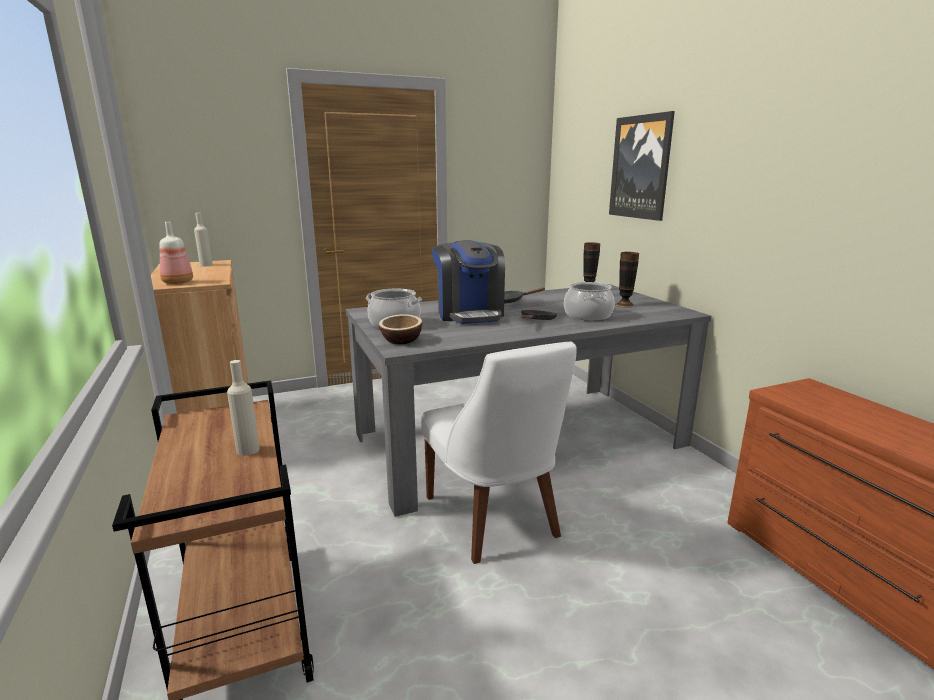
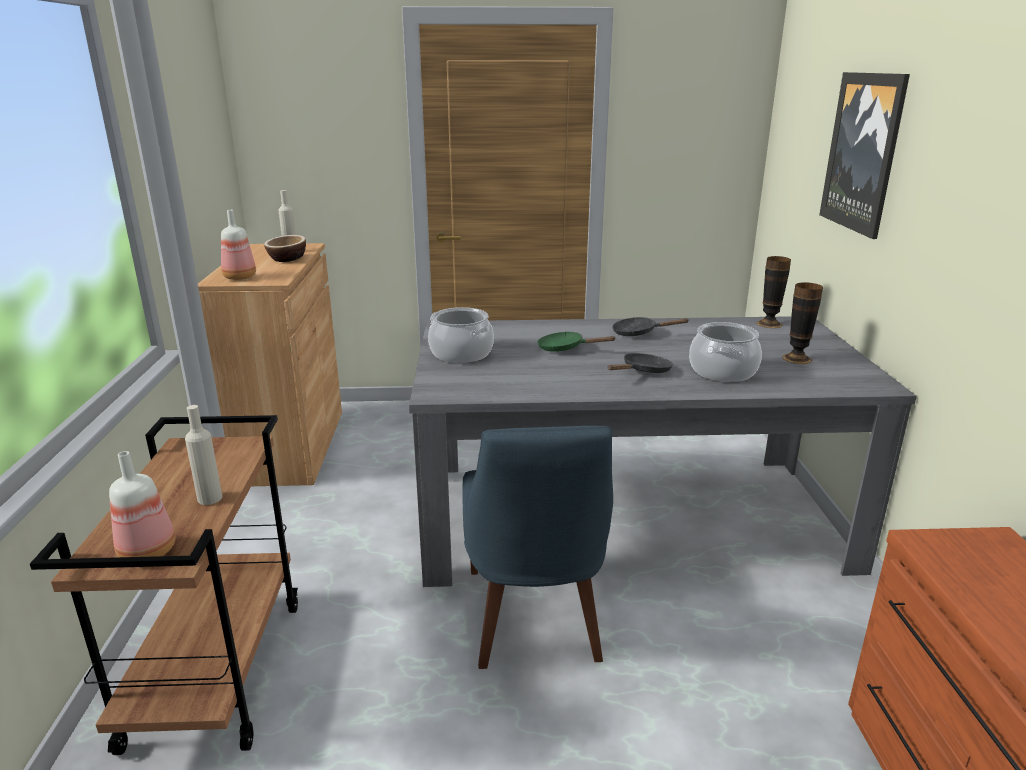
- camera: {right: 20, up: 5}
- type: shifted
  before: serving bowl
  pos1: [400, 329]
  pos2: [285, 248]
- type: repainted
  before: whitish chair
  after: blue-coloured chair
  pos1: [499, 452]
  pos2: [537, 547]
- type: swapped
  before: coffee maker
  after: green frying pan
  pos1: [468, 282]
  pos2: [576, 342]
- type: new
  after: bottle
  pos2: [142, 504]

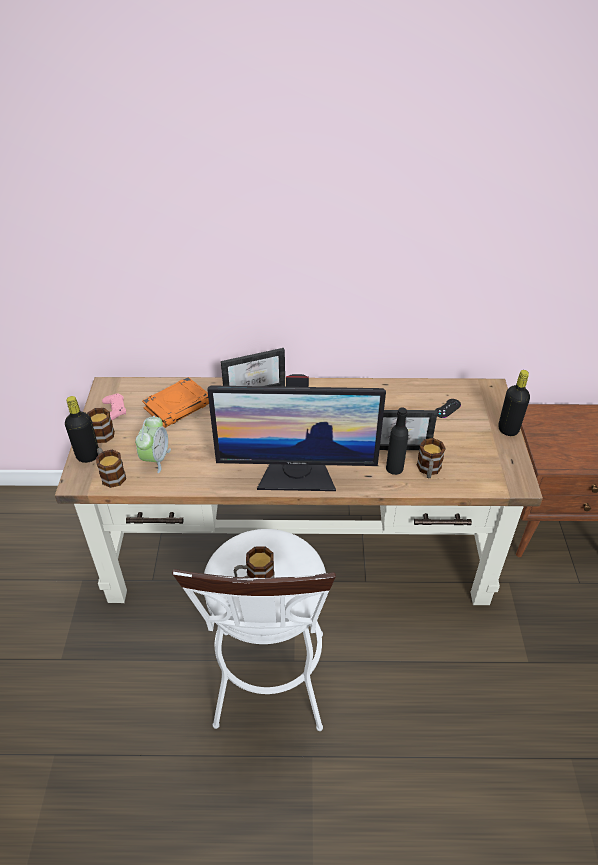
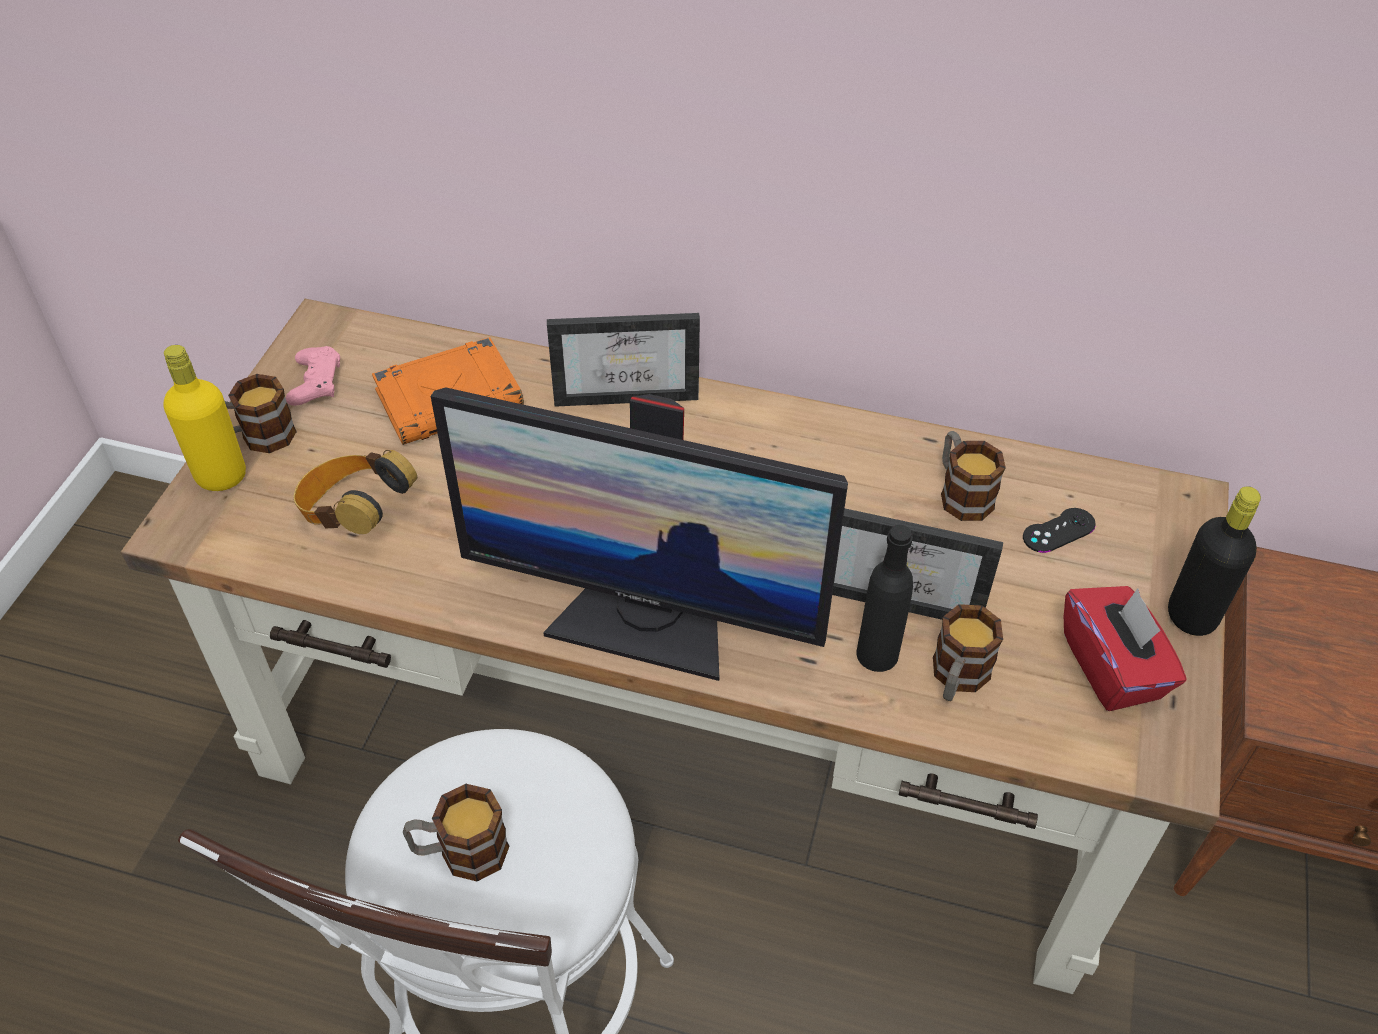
- camera: {right: 15, up: 5}
- type: repainted
  before: blackish bottle
  after: yellow-coloured bottle
  pos1: [82, 429]
  pos2: [205, 418]
- type: shifted
  before: coffee mug
  pos1: [111, 468]
  pos2: [973, 476]
- type: swapped
  before: bedside clock
  after: pair of headphones
  pos1: [153, 444]
  pos2: [355, 492]
- type: new
  after: red-coloured tissue holder
  pos2: [1125, 648]

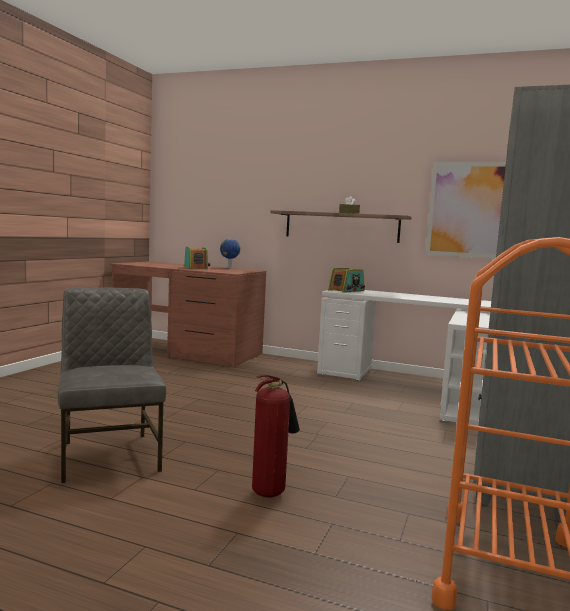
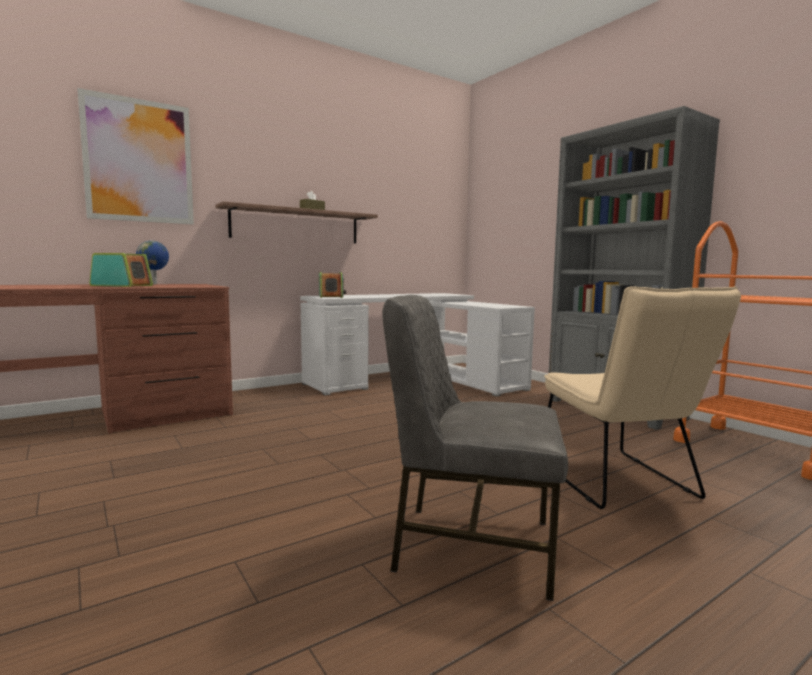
- camera: {right: -55, up: 0}
- type: swapped
  before: extinguisher
  after: beige-coloured chair
  pos1: [276, 436]
  pos2: [642, 397]
- type: shifted
  before: wall art
  pos1: [466, 210]
  pos2: [135, 156]

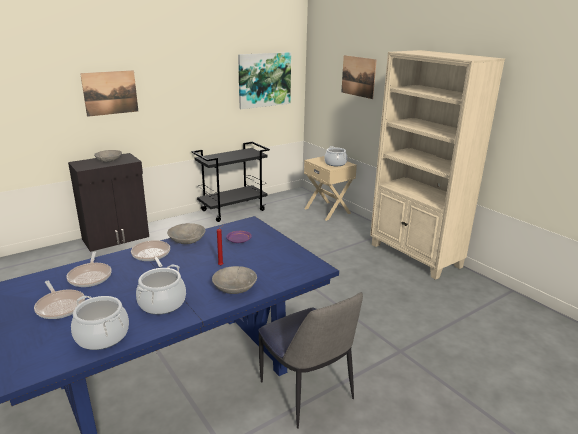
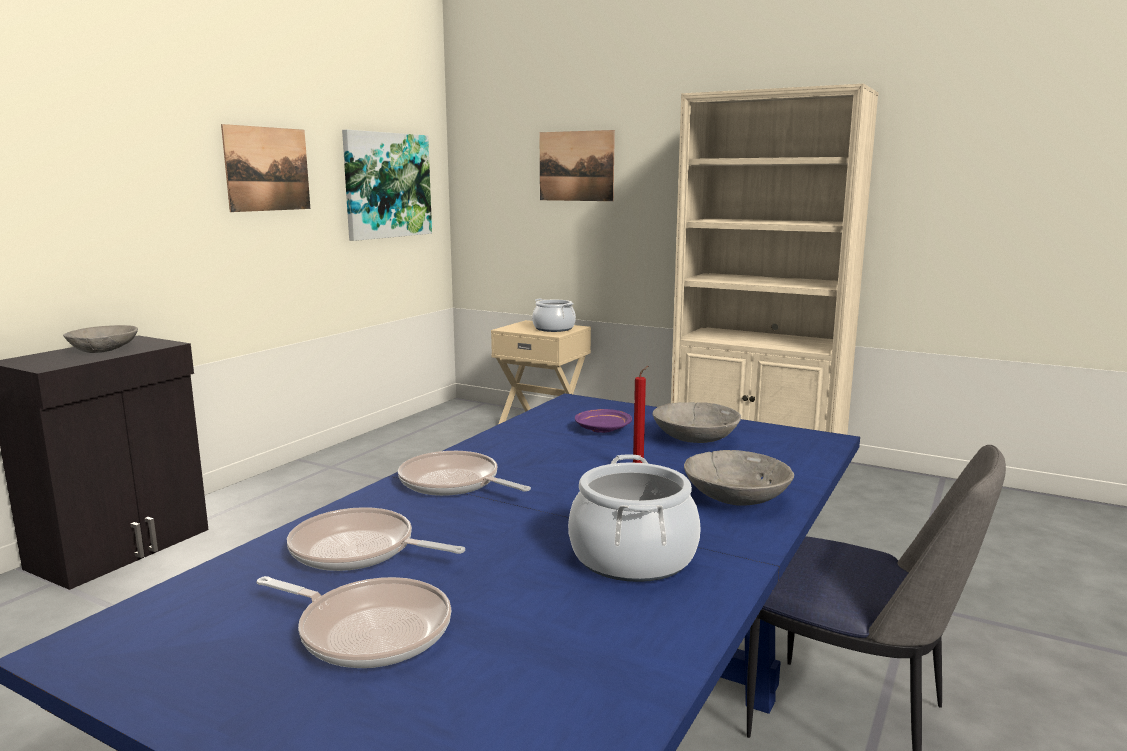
- camera: {right: -25, up: -10}
- type: rotated
  before: frying pan
  pos1: [89, 269]
  pos2: [376, 539]
  turn: 150
- type: gone
  before: cooking pot
  pos1: [100, 323]
- type: shifted
  before: wall art
  pos1: [109, 93]
  pos2: [265, 168]
- type: shifted
  before: greyish serving bowl
  pos1: [186, 233]
  pos2: [696, 422]
- type: gone
  before: blackish cart
  pos1: [231, 182]

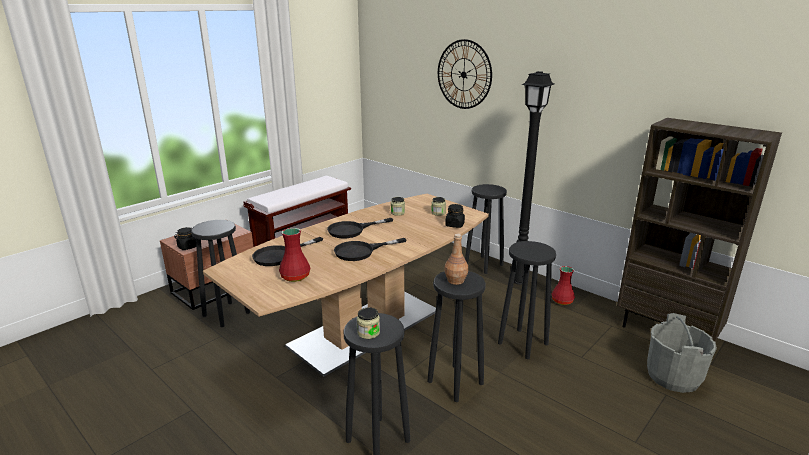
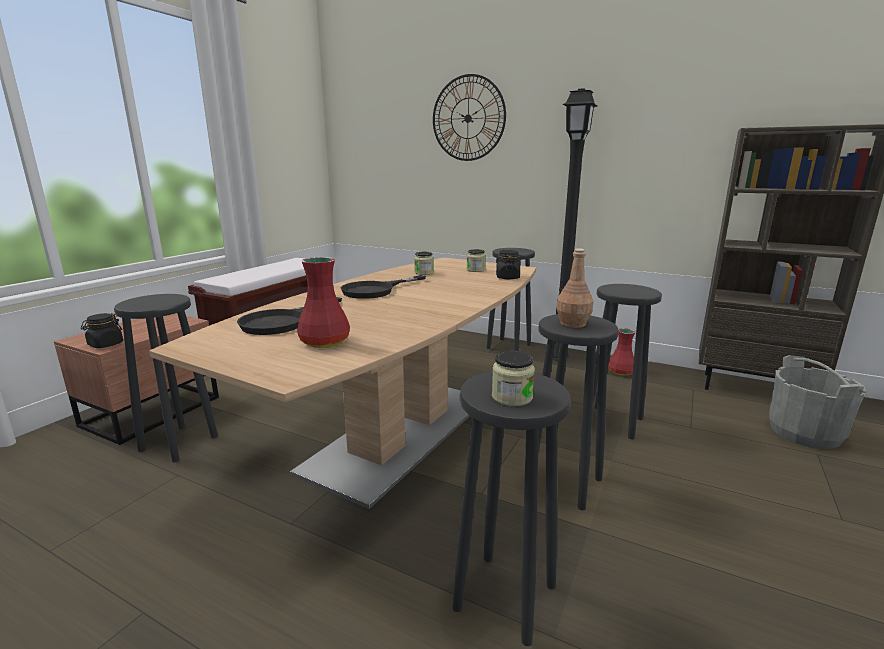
- camera: {right: -15, up: -5}
- type: gone
  before: blackish frying pan
  pos1: [370, 249]

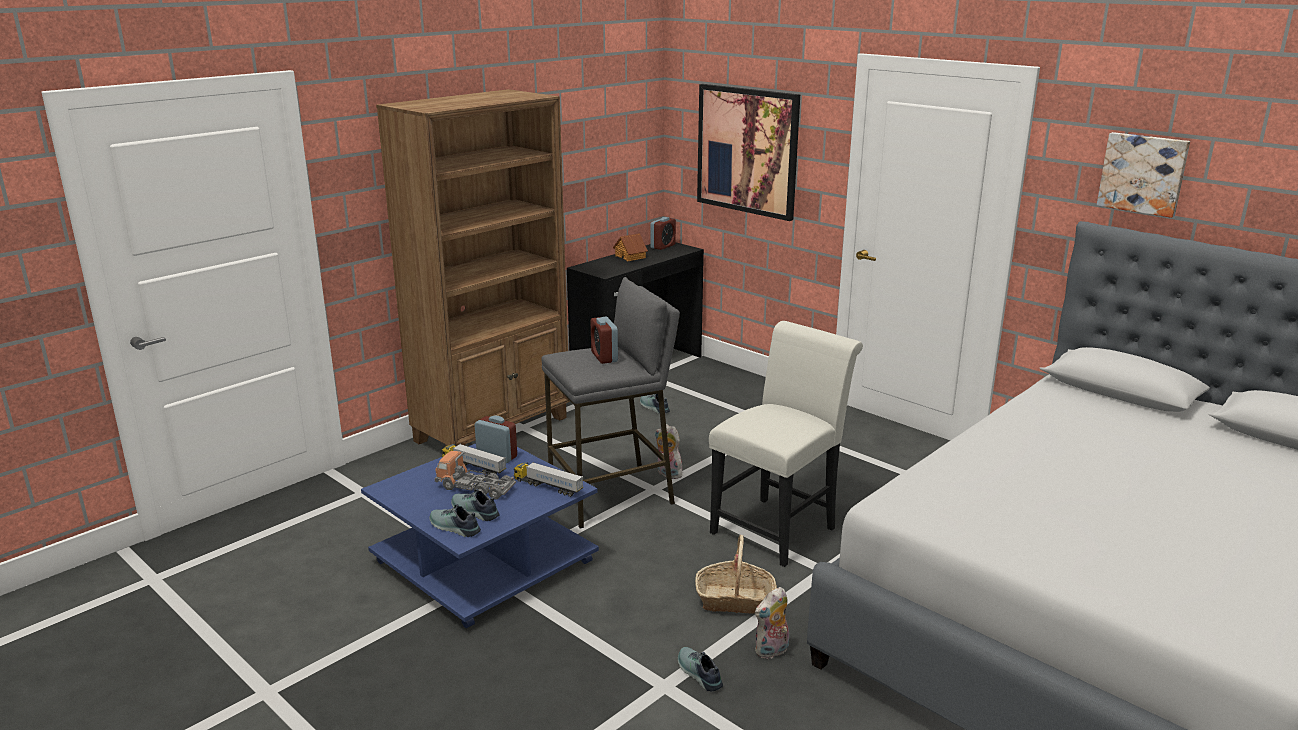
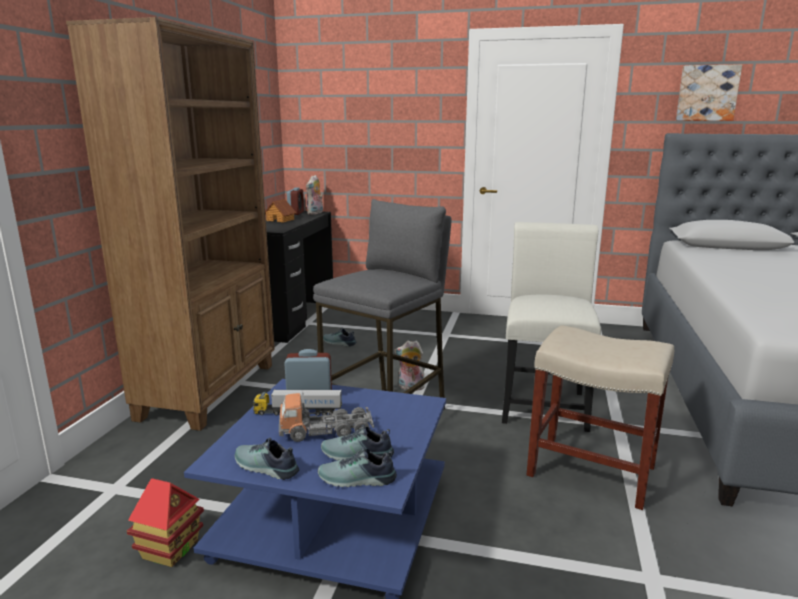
- camera: {right: -30, up: -5}
- type: gone
  before: toy lorry
  pos1: [548, 479]
- type: gone
  before: bedside clock
  pos1: [604, 340]
- type: shifted
  before: shoe
  pos1: [700, 669]
  pos2: [267, 459]
- type: swapped
  before: household basket
  after: beige-coloured stool seat
  pos1: [736, 574]
  pos2: [600, 417]
- type: gone
  before: wall art
  pos1: [748, 152]
- type: shifted
  before: plush toy
  pos1: [772, 623]
  pos2: [314, 195]
- type: new
  after: miniature house
  pos2: [165, 522]

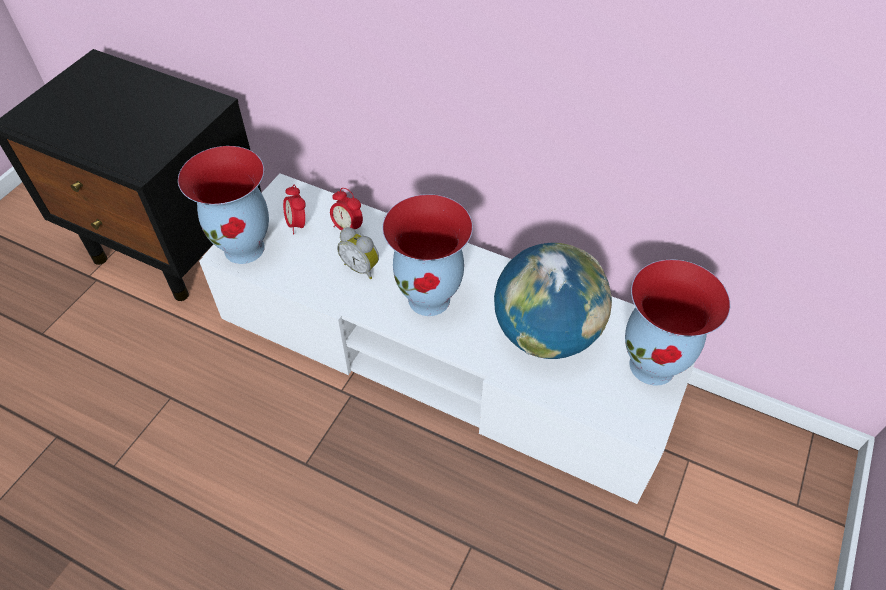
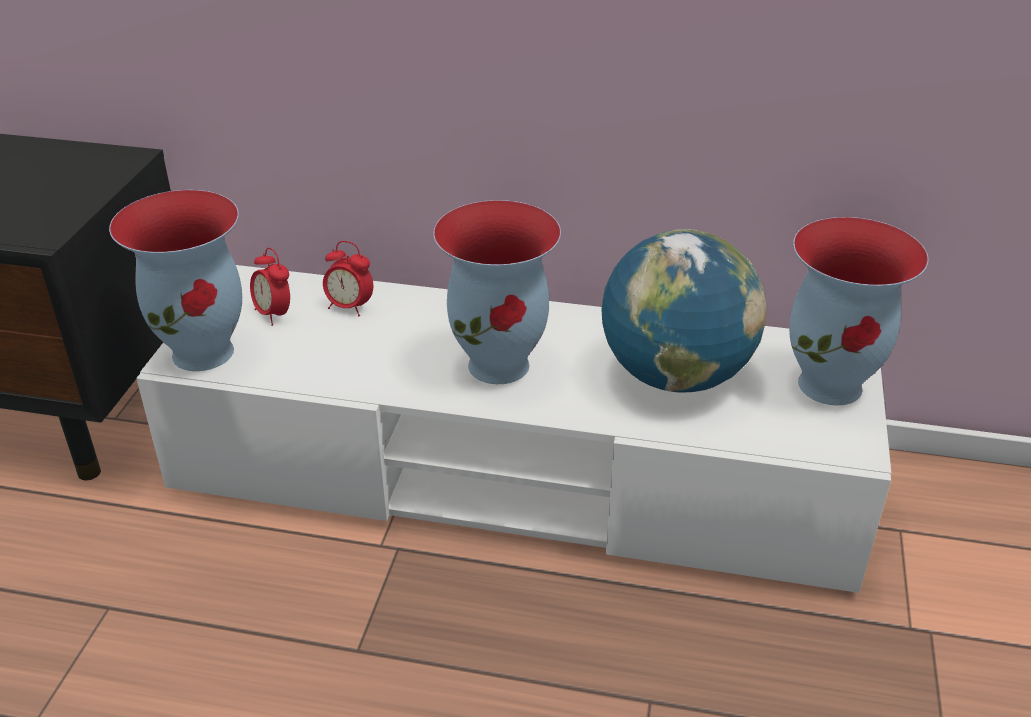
- camera: {right: -15, up: -15}
- type: gone
  before: bedside clock
  pos1: [358, 253]

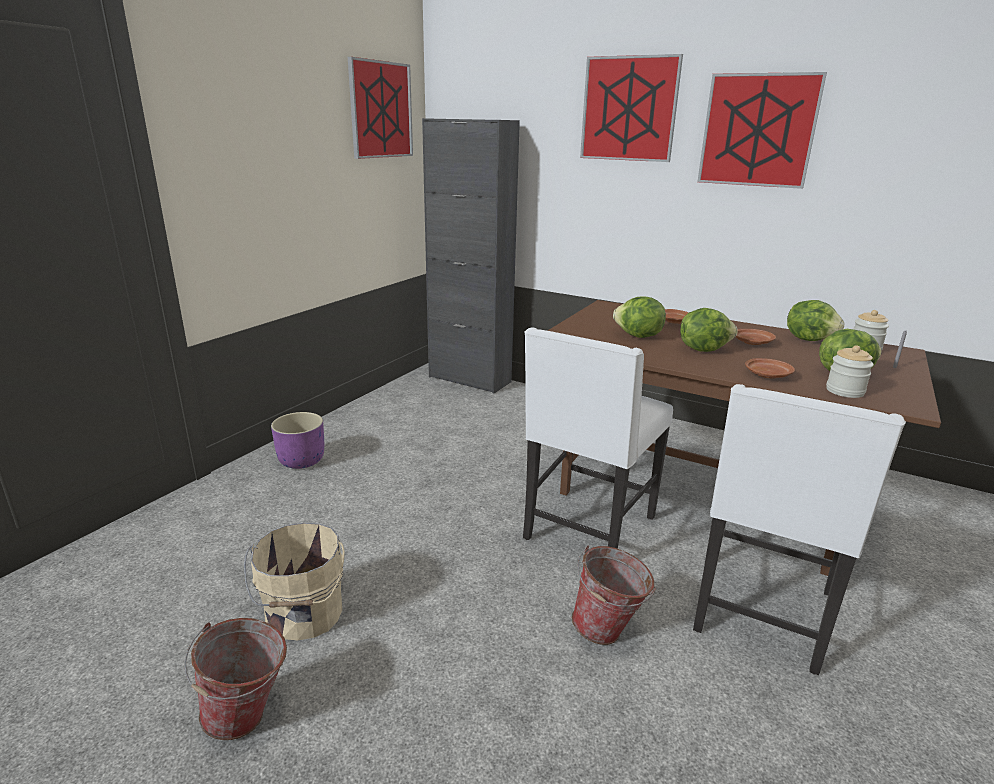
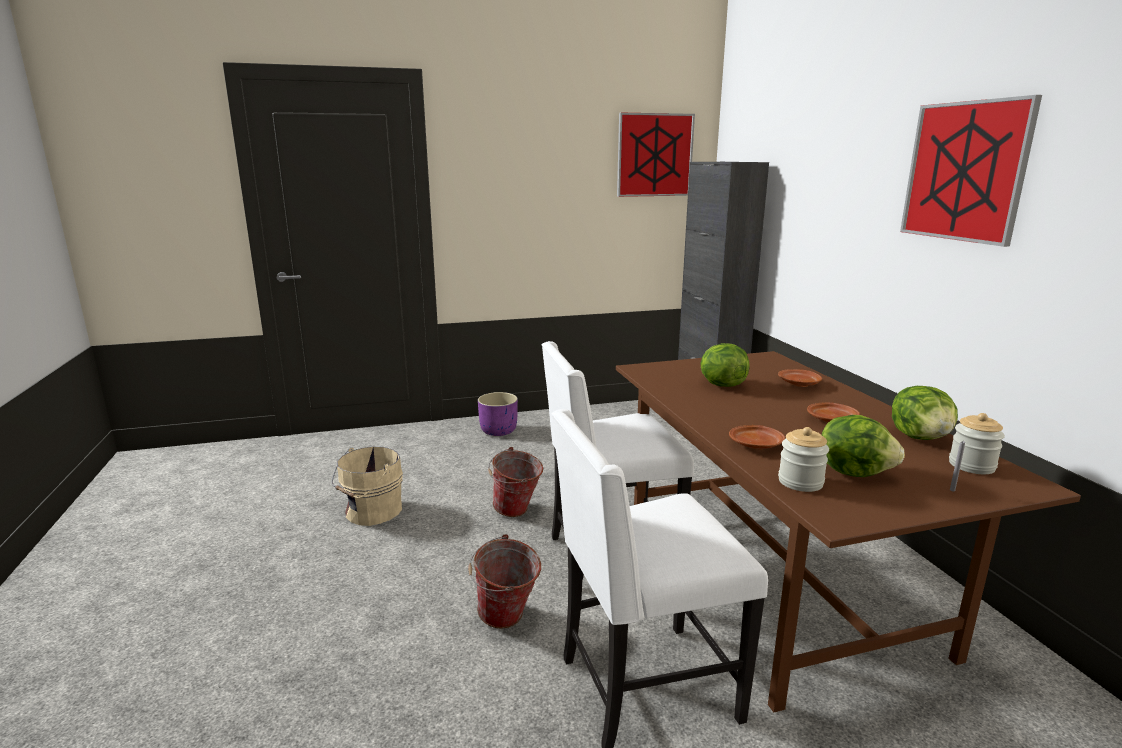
- camera: {right: 45, up: -5}
- type: shifted
  before: bucket
  pos1: [235, 679]
  pos2: [515, 482]
- type: gone
  before: wall art
  pos1: [631, 108]
- type: gone
  before: head of lettuce
  pos1: [709, 330]

